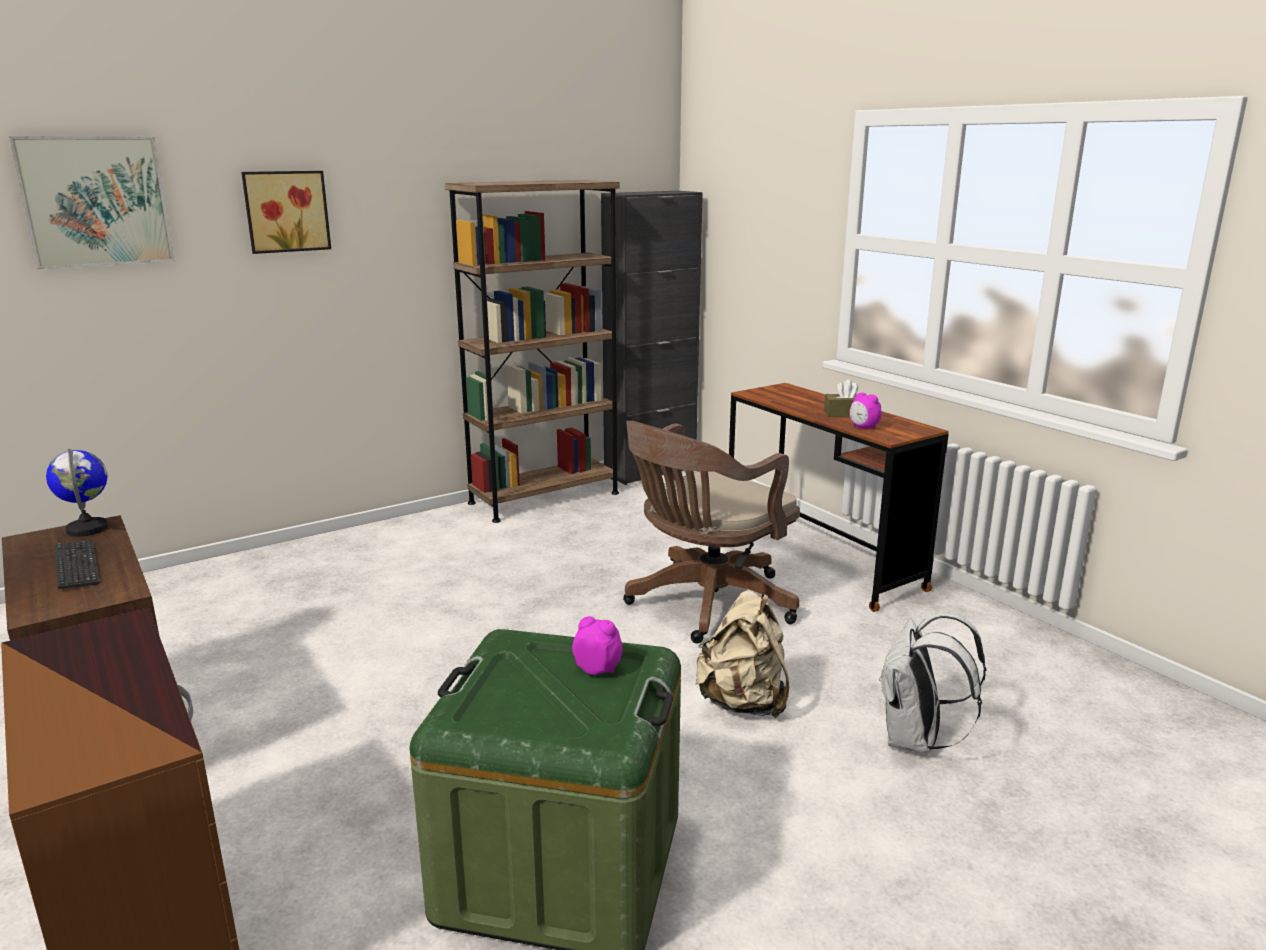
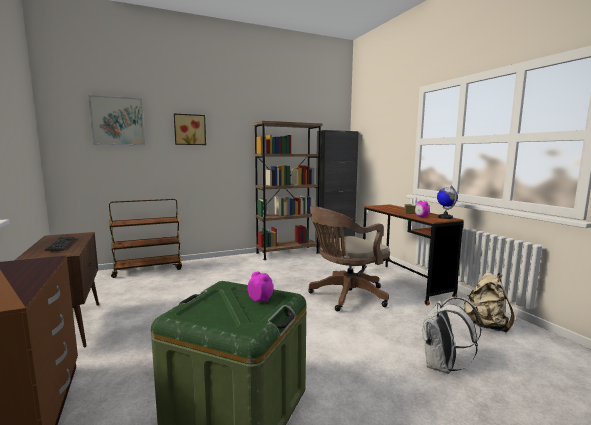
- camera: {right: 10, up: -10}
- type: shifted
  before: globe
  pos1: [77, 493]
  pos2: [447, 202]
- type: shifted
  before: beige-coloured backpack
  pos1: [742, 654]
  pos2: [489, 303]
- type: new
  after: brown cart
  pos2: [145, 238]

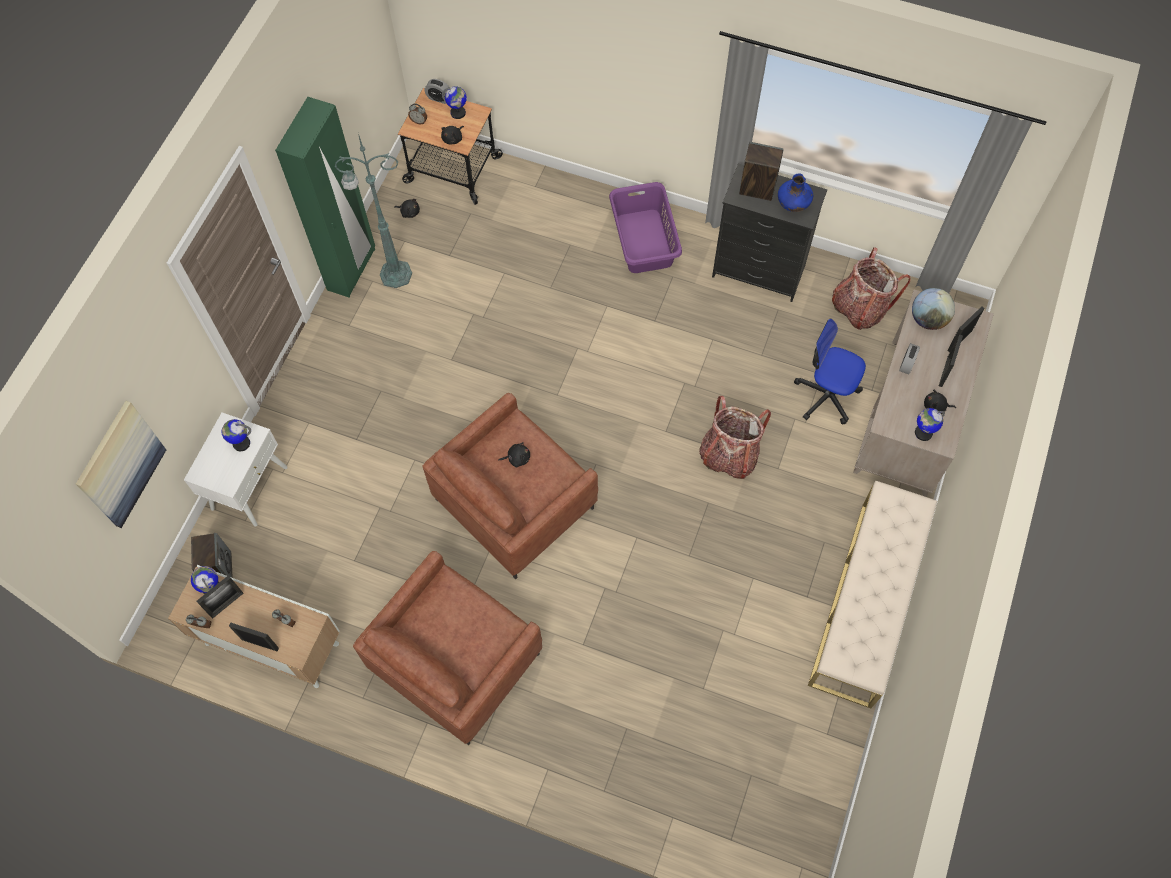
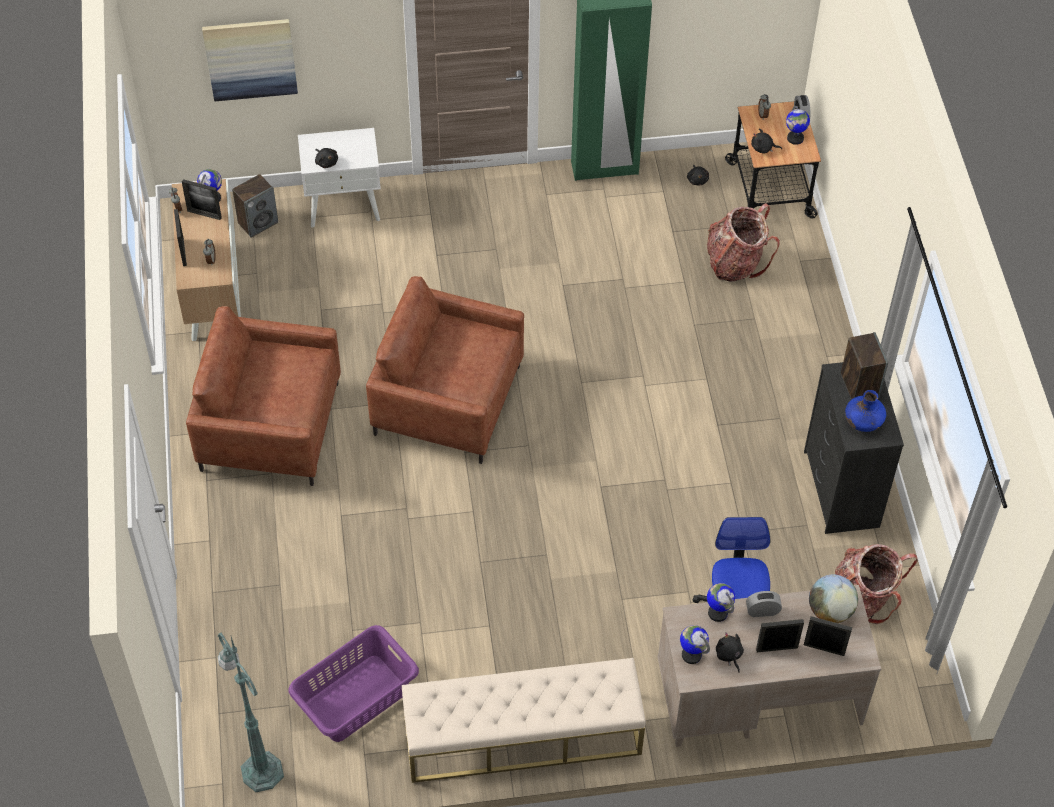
- camera: {right: 60, up: -10}
- type: shifted
  before: globe
  pos1: [236, 435]
  pos2: [721, 602]
- type: shifted
  before: green floor lamp
  pos1: [373, 211]
  pos2: [251, 712]
- type: shifted
  before: blackish plush toy
  pos1: [514, 454]
  pos2: [326, 158]
- type: shifted
  before: purple-coloured hamper
  pos1: [645, 227]
  pos2: [353, 683]
- type: shifted
  before: backpack
  pos1: [735, 437]
  pos2: [743, 242]

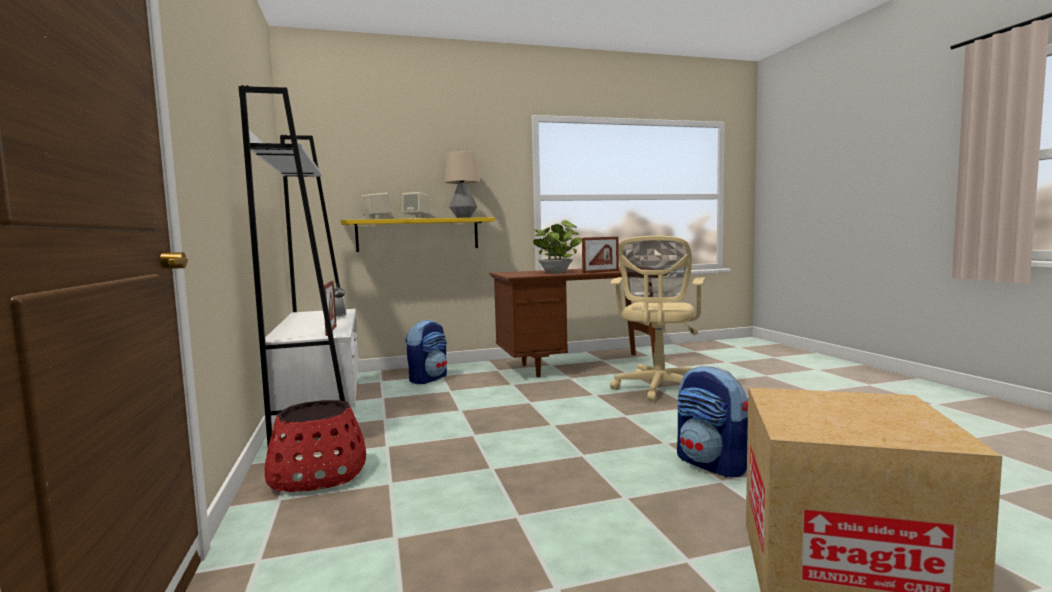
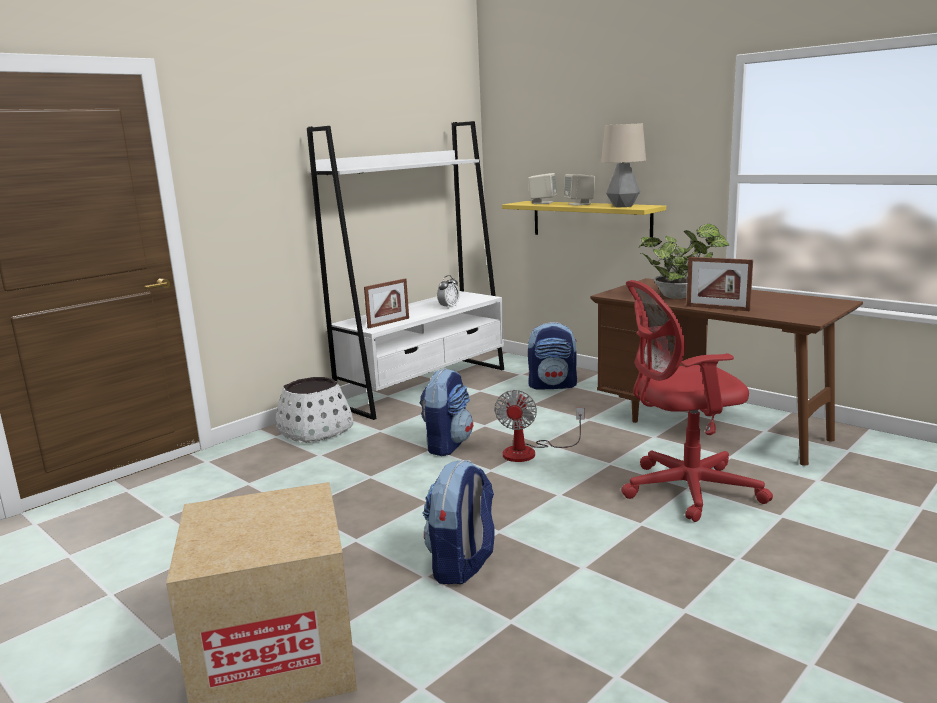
- camera: {right: 60, up: 10}
- type: repainted
  before: red-coloured planter
  after: whitish planter
  pos1: [315, 446]
  pos2: [314, 410]
- type: repainted
  before: beige-coloured office chair
  after: red-coloured office chair
  pos1: [657, 318]
  pos2: [697, 401]
- type: new
  after: backpack
  pos2: [446, 412]
- type: new
  after: fan
  pos2: [539, 426]

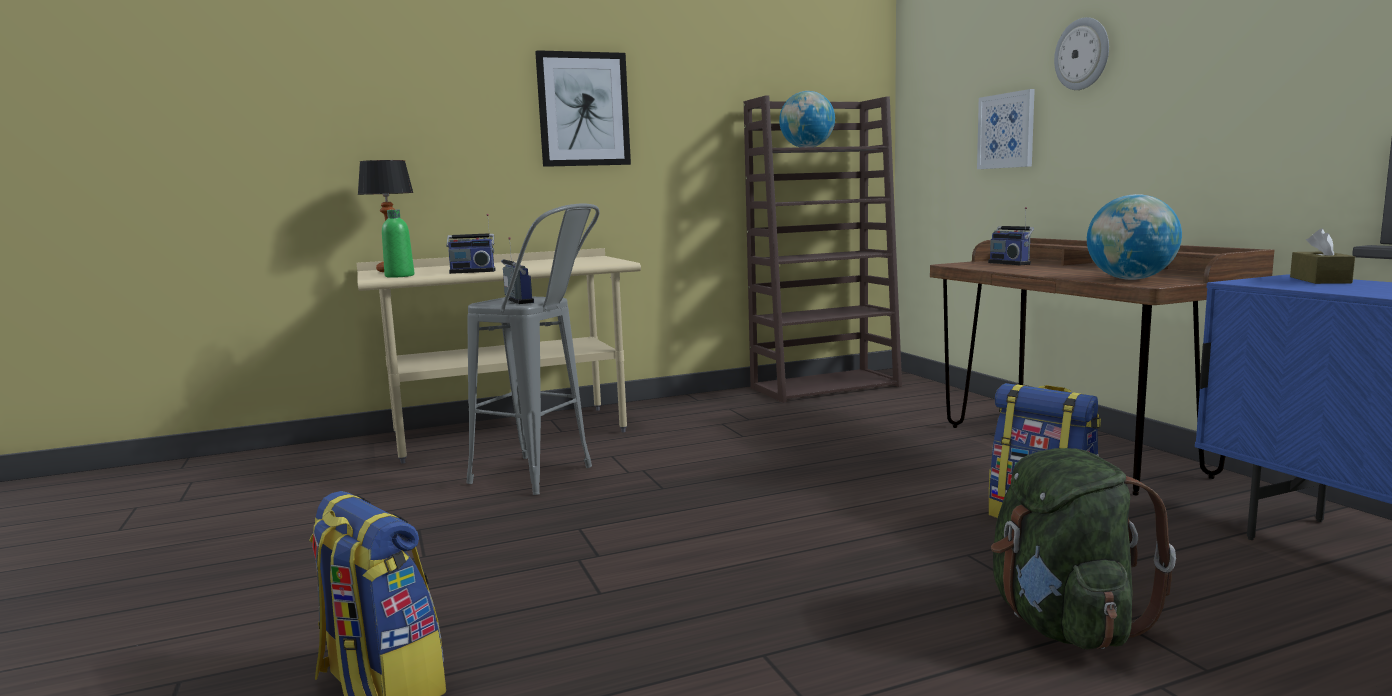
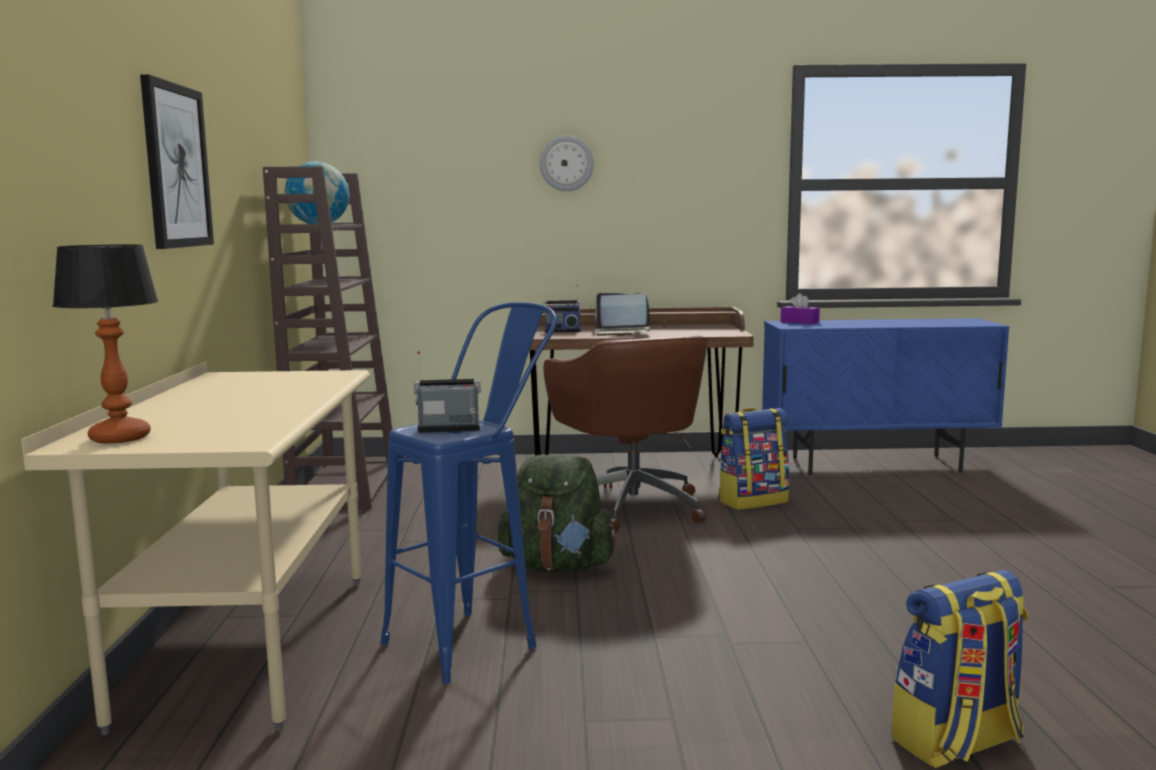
- camera: {right: -70, up: 0}
- type: gone
  before: green bottle
  pos1: [398, 244]
- type: gone
  before: radio
  pos1: [471, 244]
- type: repainted
  before: greyish stool seat
  after: blue-coloured stool seat
  pos1: [533, 349]
  pos2: [469, 493]
- type: gone
  before: wall art
  pos1: [1006, 129]
- type: shifted
  before: green backpack
  pos1: [1083, 548]
  pos2: [558, 513]
- type: gone
  before: globe
  pos1: [1134, 237]
- type: repainted
  before: brown tissue holder
  after: purple-coloured tissue holder
  pos1: [1322, 256]
  pos2: [800, 308]
- type: new
  after: brown office chair
  pos2: [626, 434]
- type: new
  after: portable computer
  pos2: [622, 314]

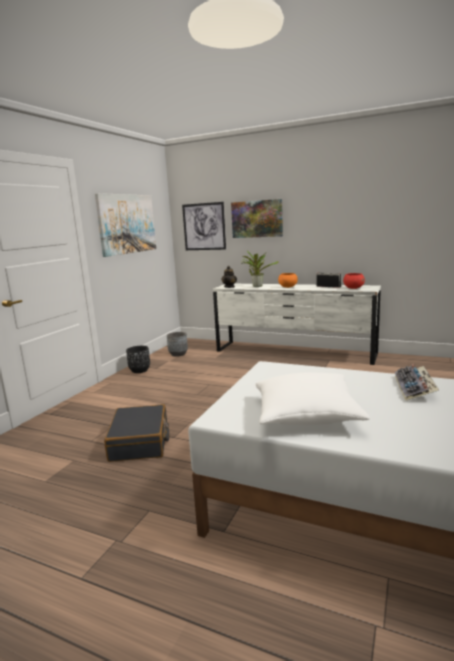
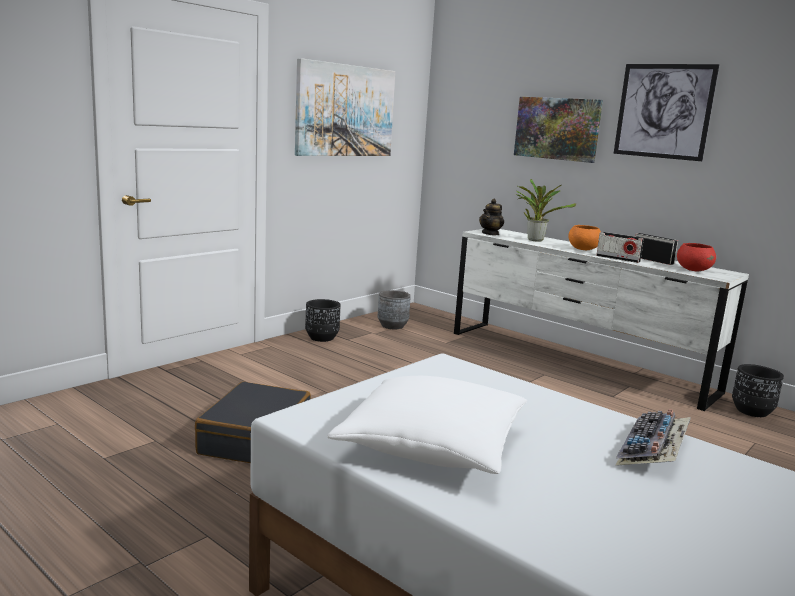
- camera: {right: 15, up: 0}
- type: shifted
  before: wall art
  pos1: [204, 226]
  pos2: [666, 112]
- type: new
  after: radio
  pos2: [620, 247]
- type: new
  after: blackish planter
  pos2: [758, 390]

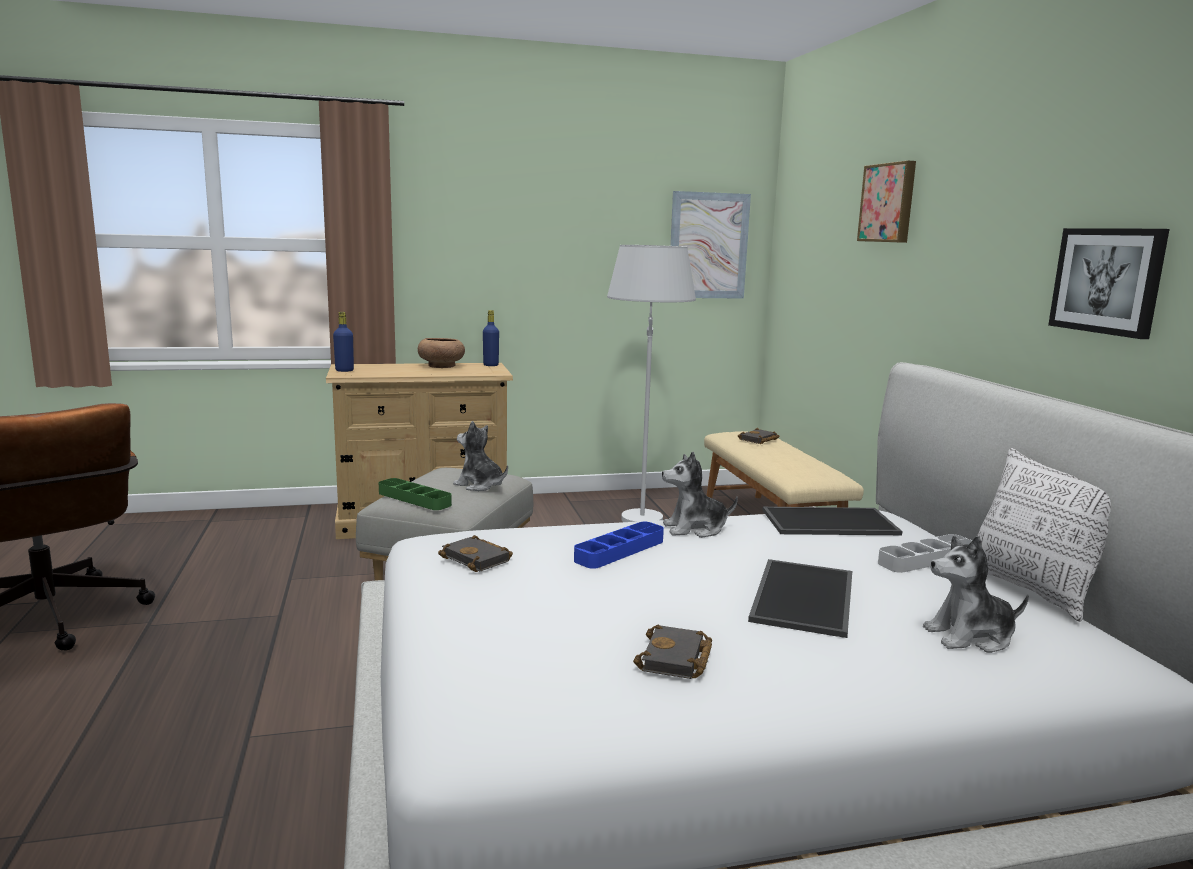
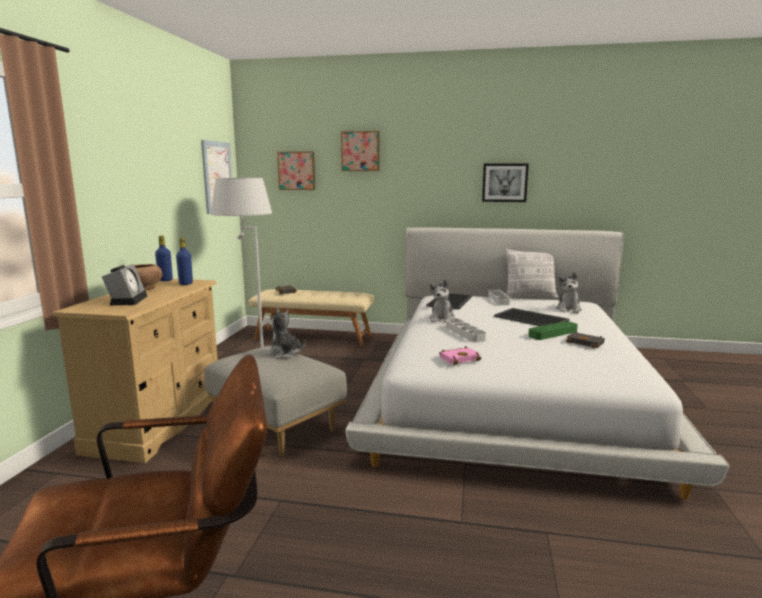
- camera: {right: -65, up: 0}
- type: shifted
  before: blue-coloured bottle
  pos1: [343, 342]
  pos2: [184, 261]
- type: shifted
  before: green carrying tray
  pos1: [415, 494]
  pos2: [553, 330]
- type: repainted
  before: blackish bound book
  after: pinkish bound book
  pos1: [475, 553]
  pos2: [460, 355]
- type: rotated
  before: plush toy
  pos1: [480, 456]
  pos2: [285, 333]
  turn: 60
- type: repainted
  before: blue-coloured carrying tray
  after: greyish carrying tray
  pos1: [619, 545]
  pos2: [466, 330]
- type: new
  after: bedside clock
  pos2: [124, 284]
- type: new
  after: wall art
  pos2: [296, 170]

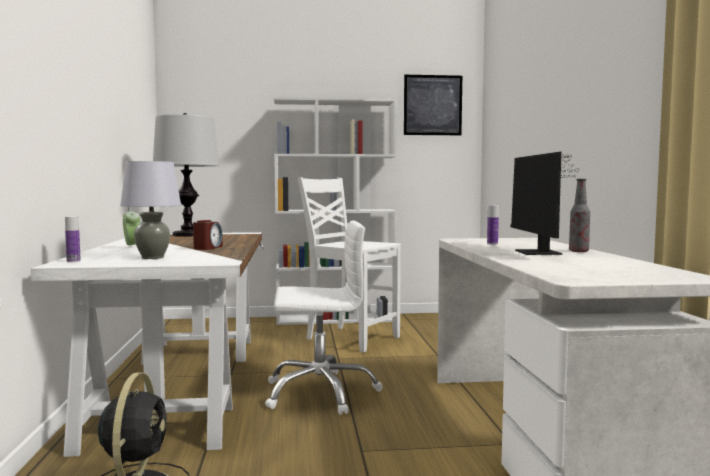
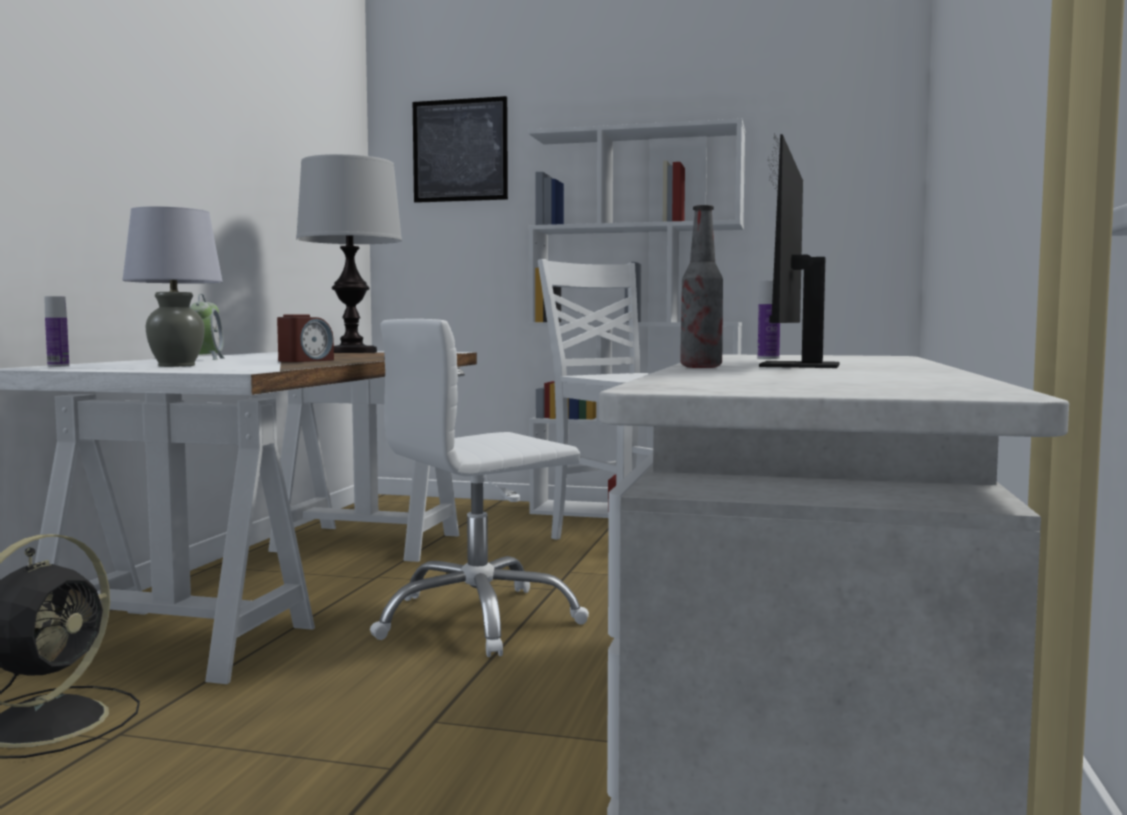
- camera: {right: 20, up: 0}
- type: rotated
  before: whitish office chair
  pos1: [324, 317]
  pos2: [479, 488]
  turn: 135
- type: shifted
  before: wall art
  pos1: [433, 105]
  pos2: [460, 149]
- type: shifted
  before: bottle
  pos1: [579, 215]
  pos2: [701, 286]

